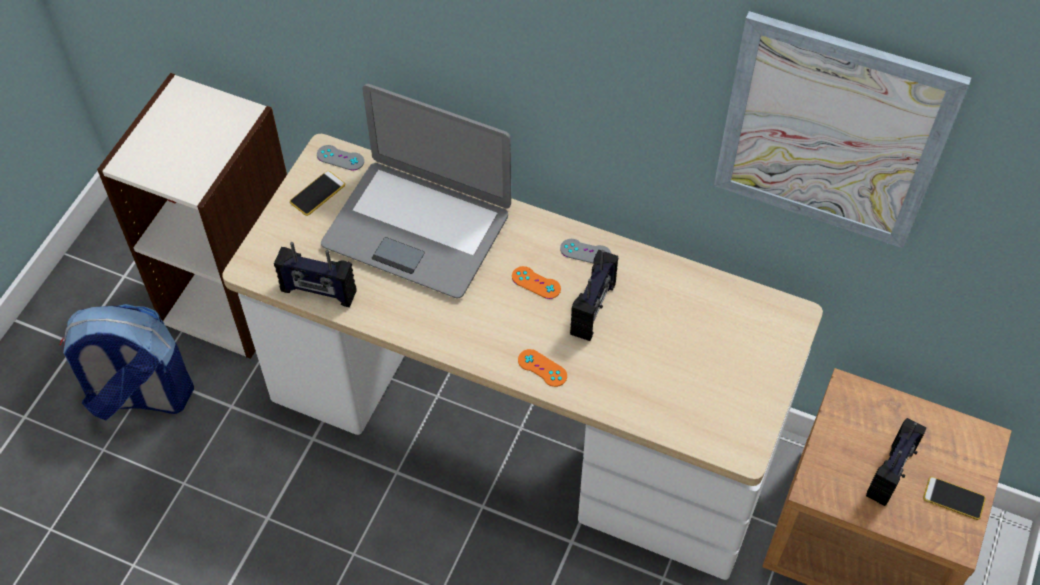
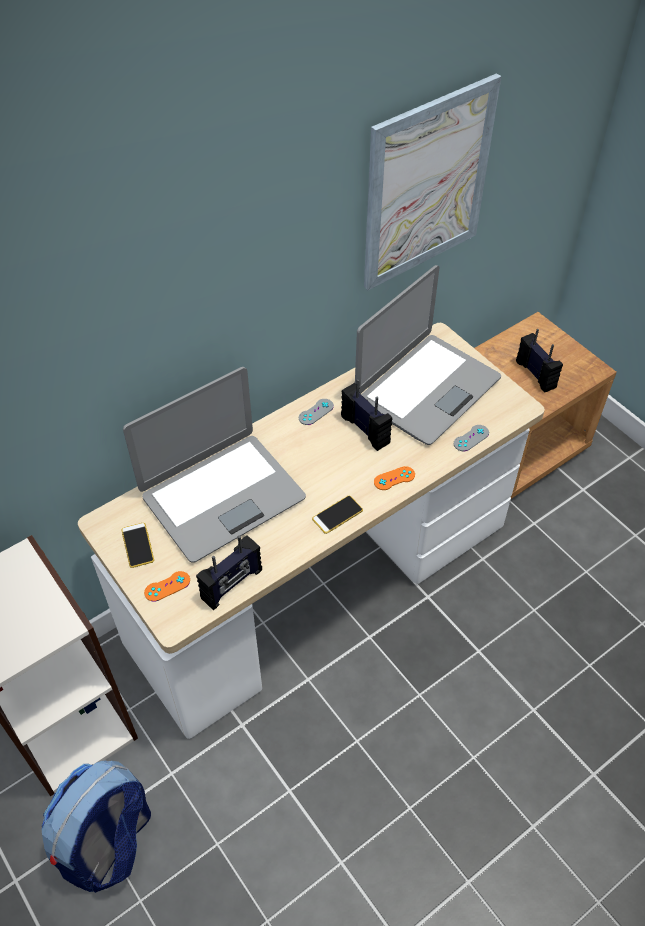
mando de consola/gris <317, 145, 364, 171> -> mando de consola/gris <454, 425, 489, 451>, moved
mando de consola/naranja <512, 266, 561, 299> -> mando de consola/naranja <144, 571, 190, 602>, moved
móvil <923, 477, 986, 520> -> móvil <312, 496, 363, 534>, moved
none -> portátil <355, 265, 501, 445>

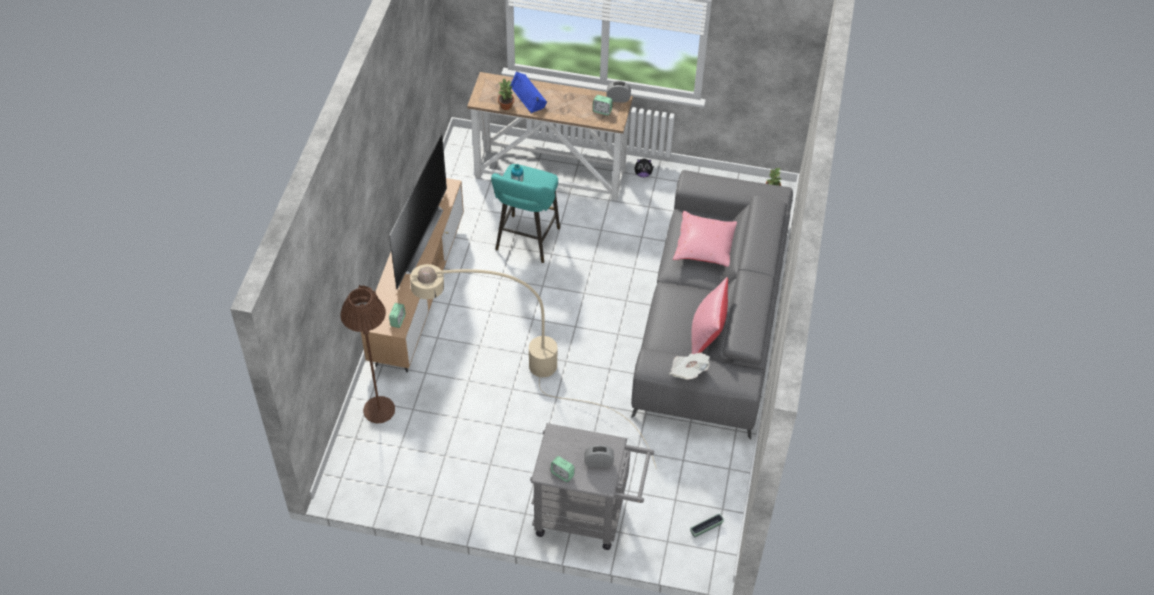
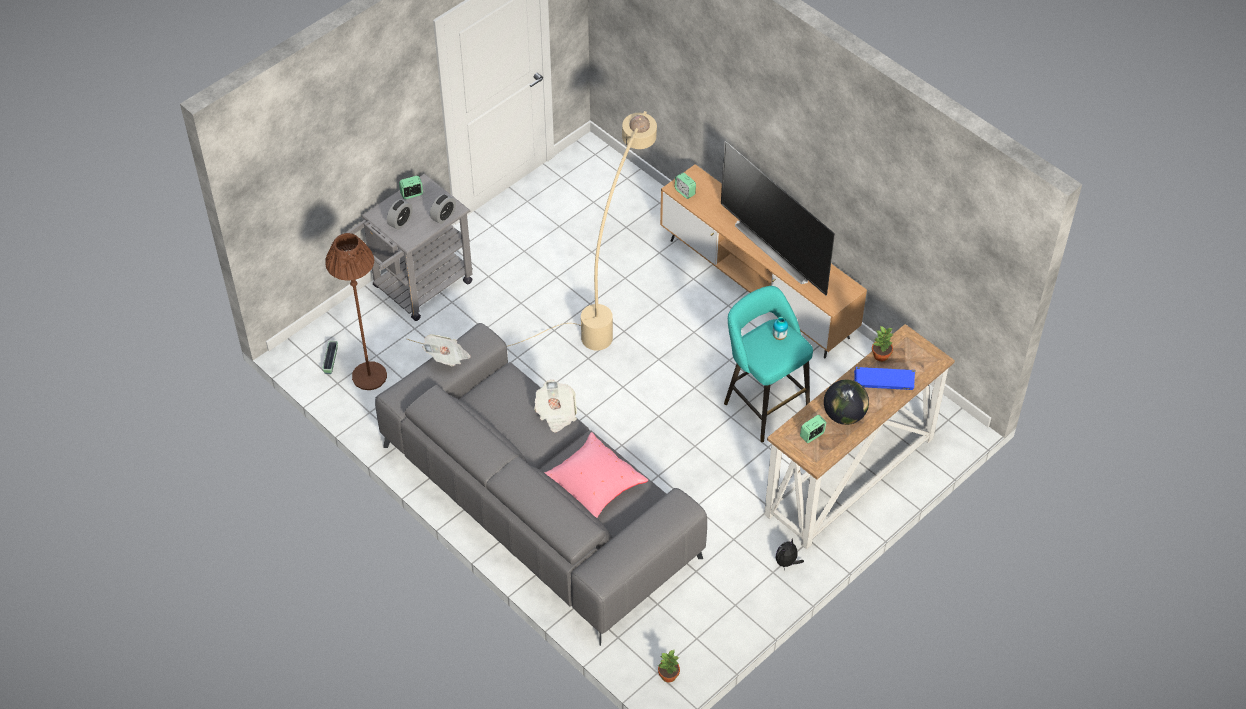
despertador <607, 81, 631, 103> -> despertador <430, 194, 456, 224>, moved
cojín/rosa <691, 277, 728, 354> -> none
lámpara de pie/marrón <341, 285, 395, 424> -> lámpara de pie/marrón <325, 233, 387, 390>, moved
none -> periódico <534, 380, 577, 433>
none -> globo terráqueo <824, 380, 869, 425>

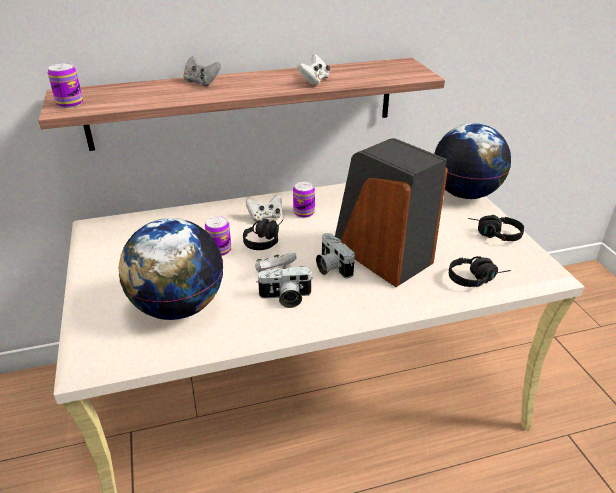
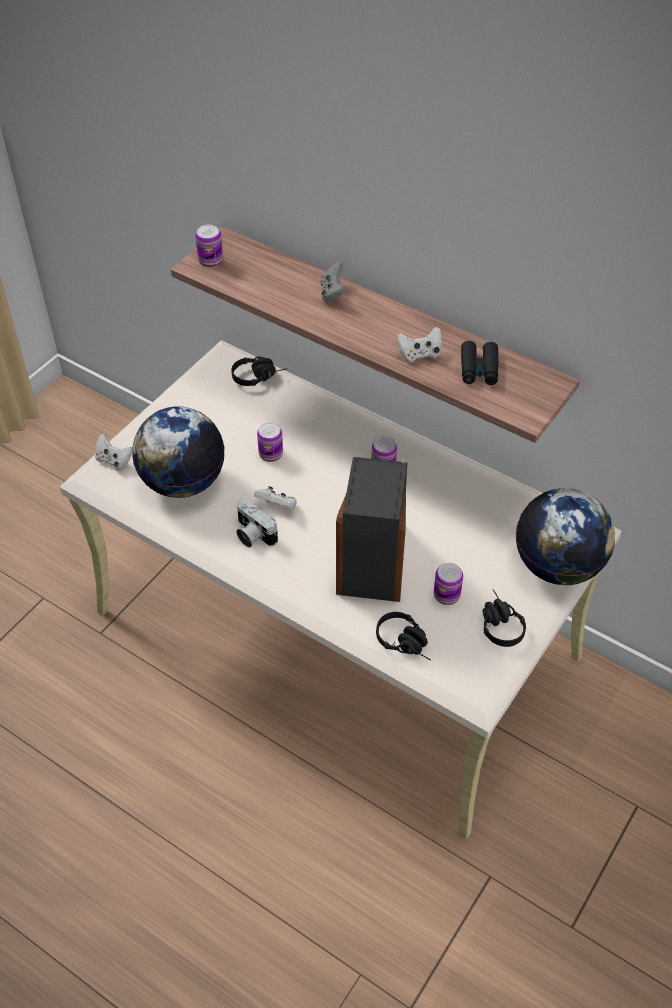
mando de consola/blanco <246, 194, 282, 222> -> mando de consola/blanco <95, 433, 133, 471>, moved
auriculares/negro <243, 219, 284, 250> -> auriculares/negro <231, 356, 287, 386>, moved
cámara <316, 233, 355, 278> -> none
none -> prismáticos/negro <461, 341, 498, 385>
none -> lata <434, 563, 463, 605>

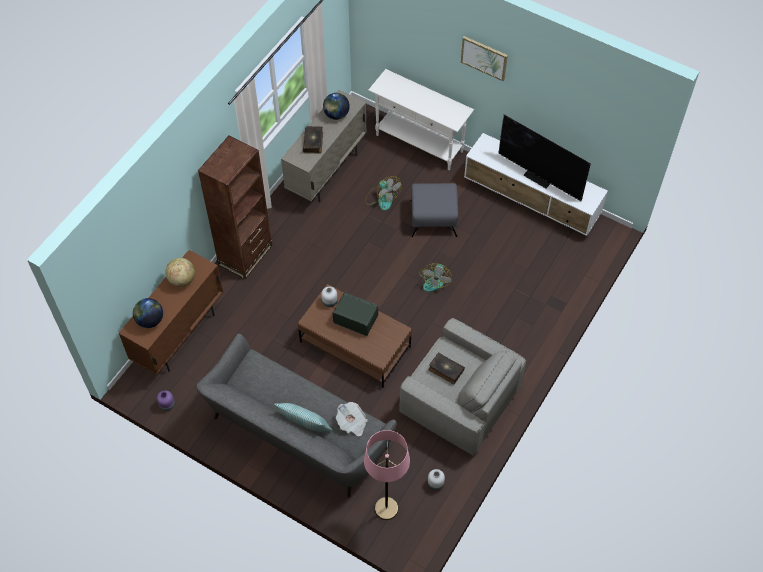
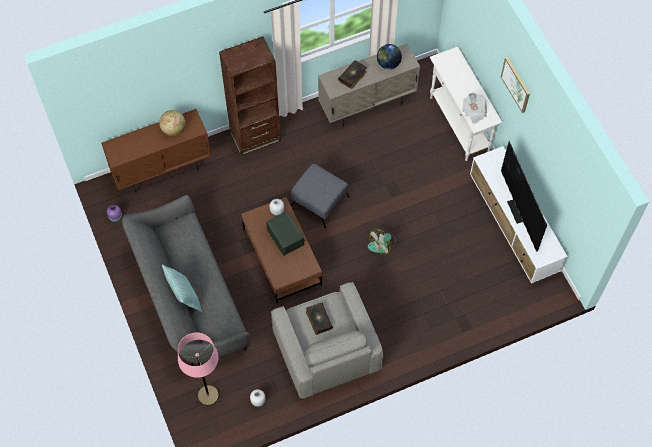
ventilador <365, 176, 402, 211> -> none
puf/gris <410, 183, 458, 237> -> puf/gris <291, 163, 350, 228>, moved
globo terráqueo <133, 298, 163, 328> -> none
periódico <336, 402, 368, 436> -> periódico <462, 92, 487, 124>, moved

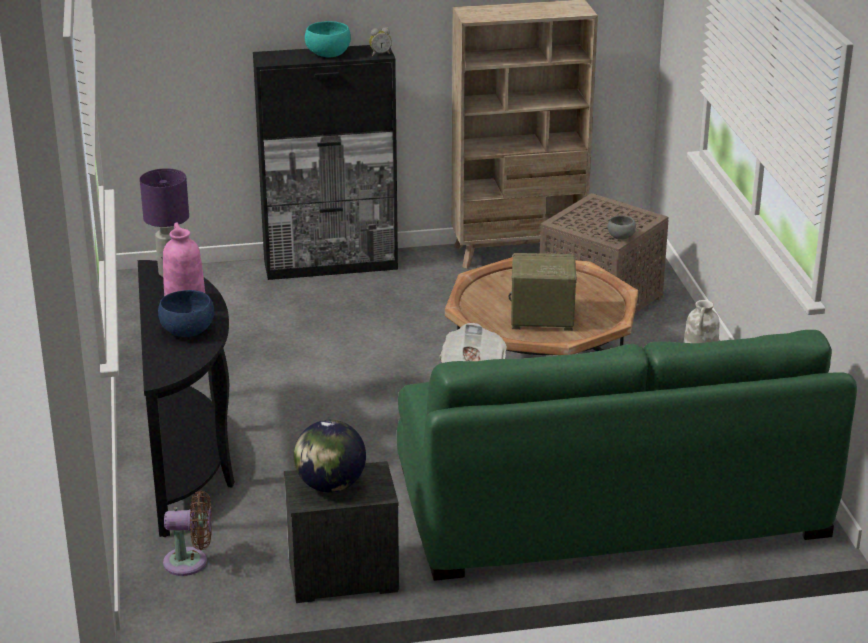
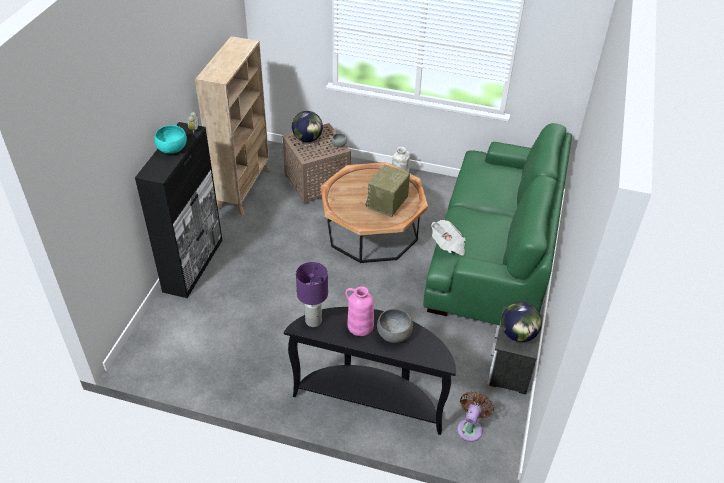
cuenco/azul <158, 290, 214, 337> -> cuenco/gris <377, 309, 413, 343>
none -> globo terráqueo <292, 111, 323, 142>

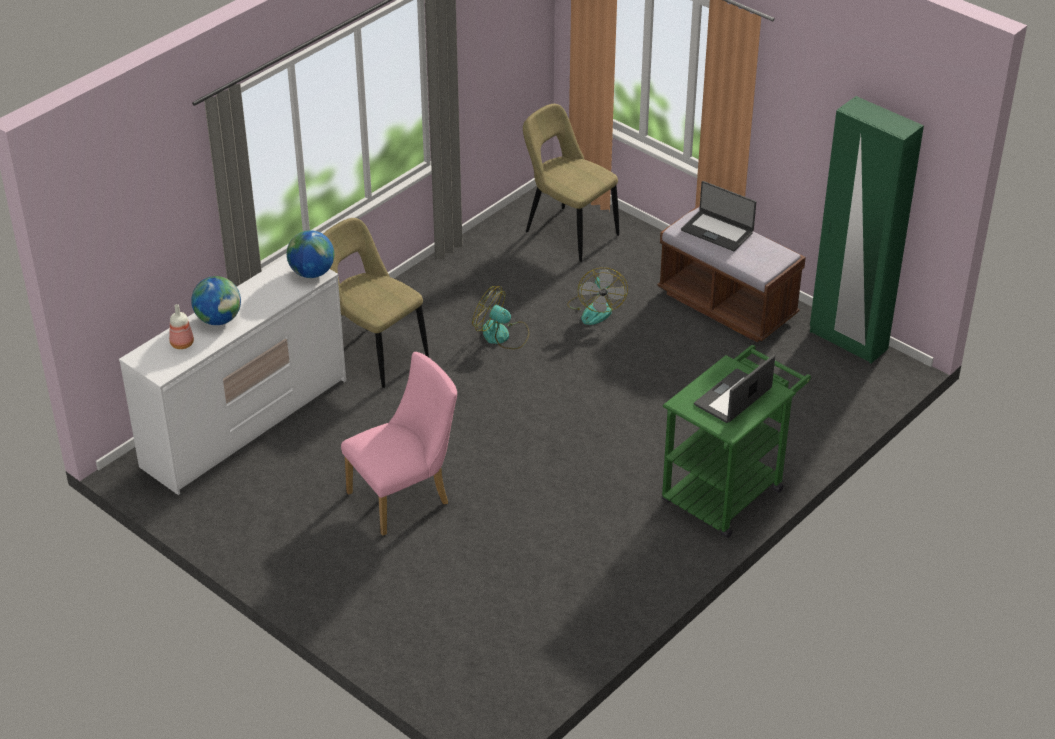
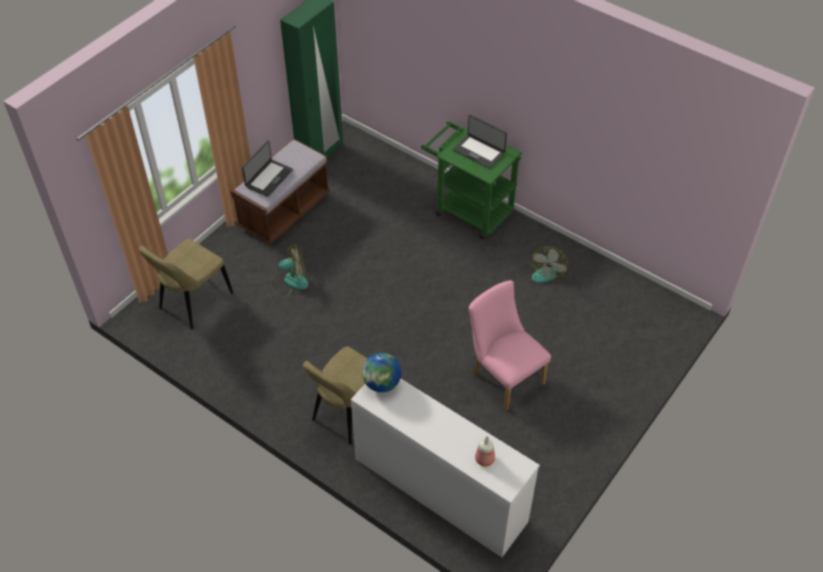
globo terráqueo <191, 276, 241, 325> -> none
ventilador <472, 286, 529, 349> -> ventilador <529, 246, 568, 283>, moved

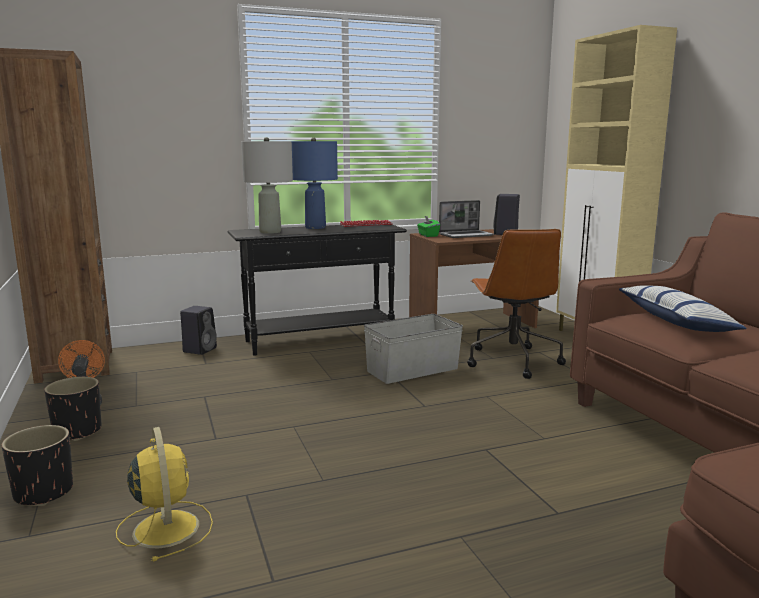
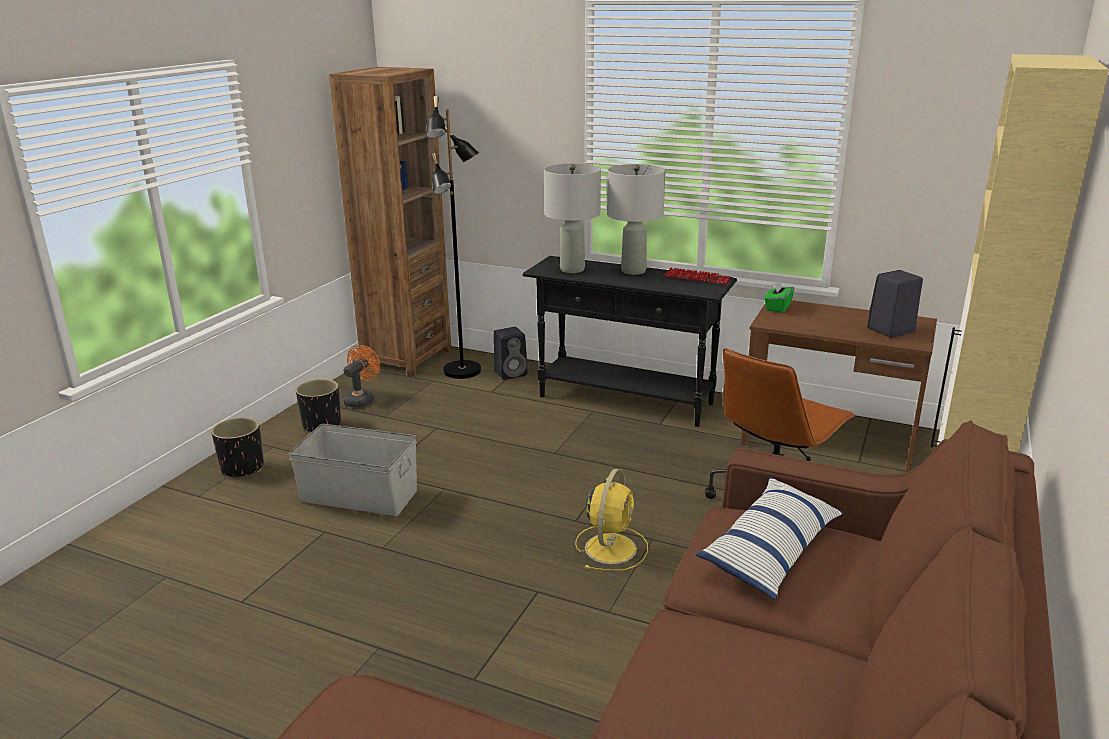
lámpara de mesa/azul <292, 137, 338, 229> -> lámpara de mesa/gris <607, 164, 665, 275>
portátil <439, 200, 494, 238> -> none
caja de almacenaje/gris <364, 314, 463, 384> -> caja de almacenaje/gris <289, 424, 417, 516>, moved
ventilador/amarillo <116, 427, 213, 562> -> ventilador/amarillo <575, 468, 648, 571>, moved
none -> lámpara de pie/negro <426, 96, 481, 379>

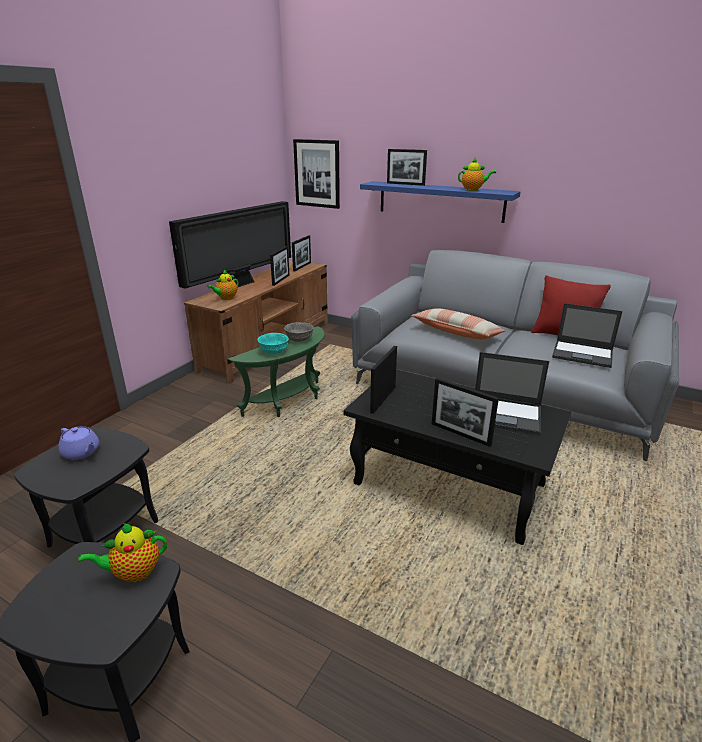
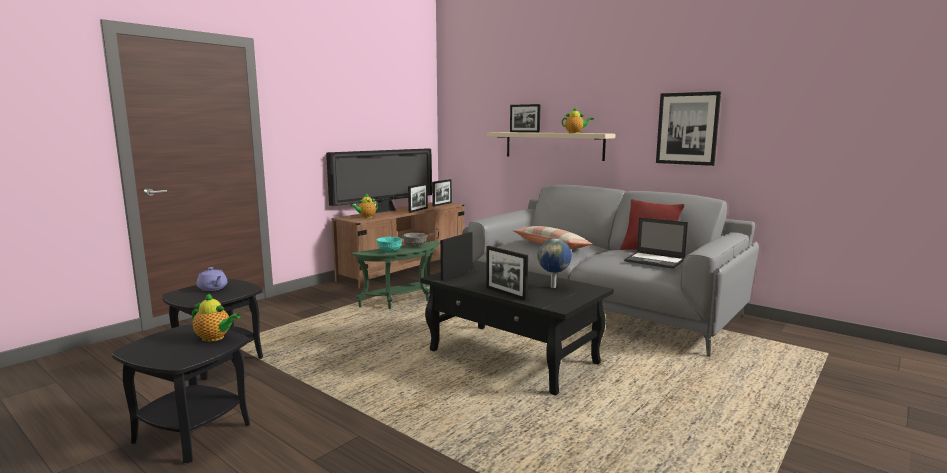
cuadro <293, 139, 340, 209> -> cuadro <656, 91, 721, 166>, moved
estante/azul <360, 181, 521, 223> -> estante/beis <487, 132, 616, 161>
portátil <475, 352, 549, 435> -> globo terráqueo <537, 239, 572, 288>
tetera <78, 523, 167, 582> -> tetera <192, 293, 241, 342>, 150 degrees counterclockwise

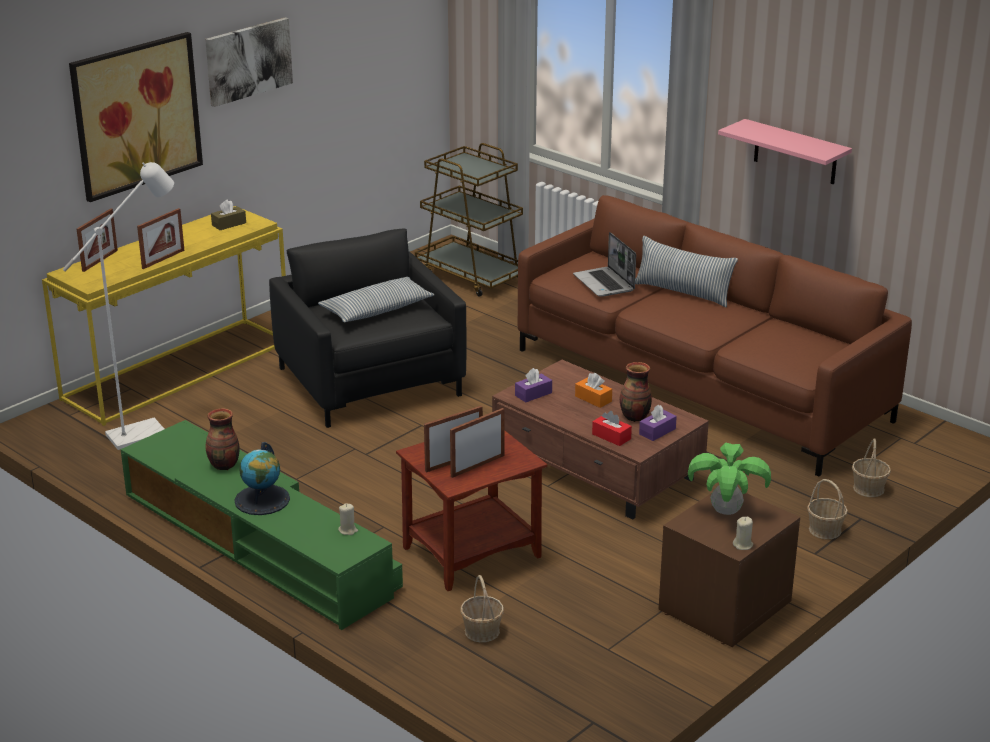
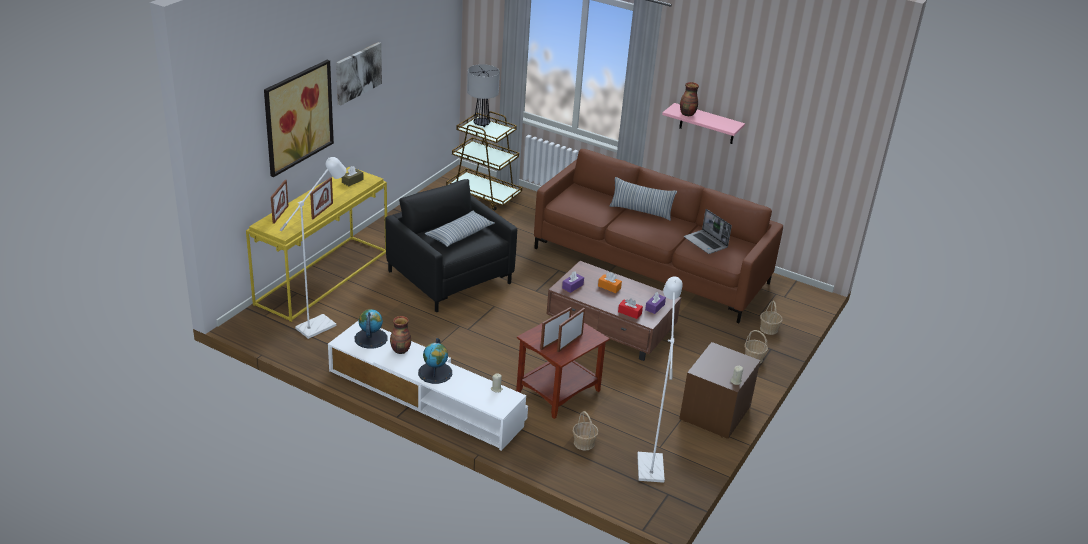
portátil <573, 232, 636, 297> -> portátil <684, 209, 732, 254>, moved
florero <620, 362, 652, 422> -> florero <680, 82, 699, 117>, moved
mueble de televisión/verde <121, 420, 403, 630> -> mueble de televisión/blanco <328, 321, 528, 451>
planta en maceta <688, 443, 771, 515> -> none
none -> lámpara de mesa <467, 64, 500, 127>
none -> lámpara de pie/blanco <637, 277, 683, 483>
none -> globo terráqueo <355, 309, 388, 349>

